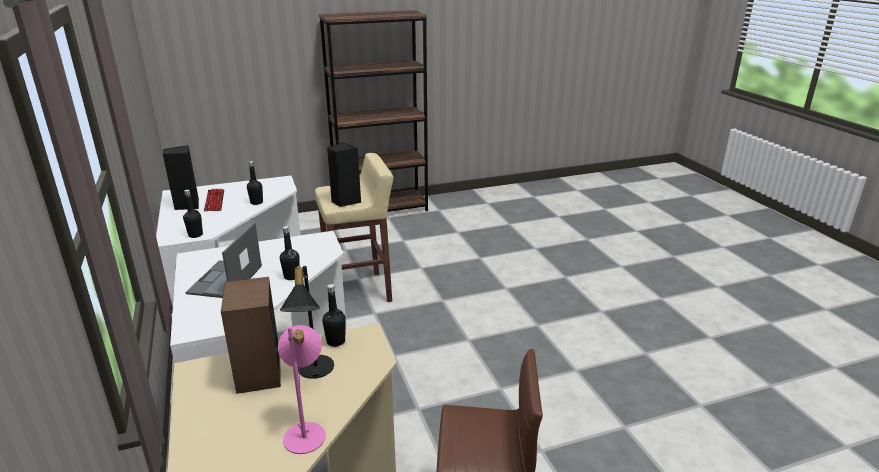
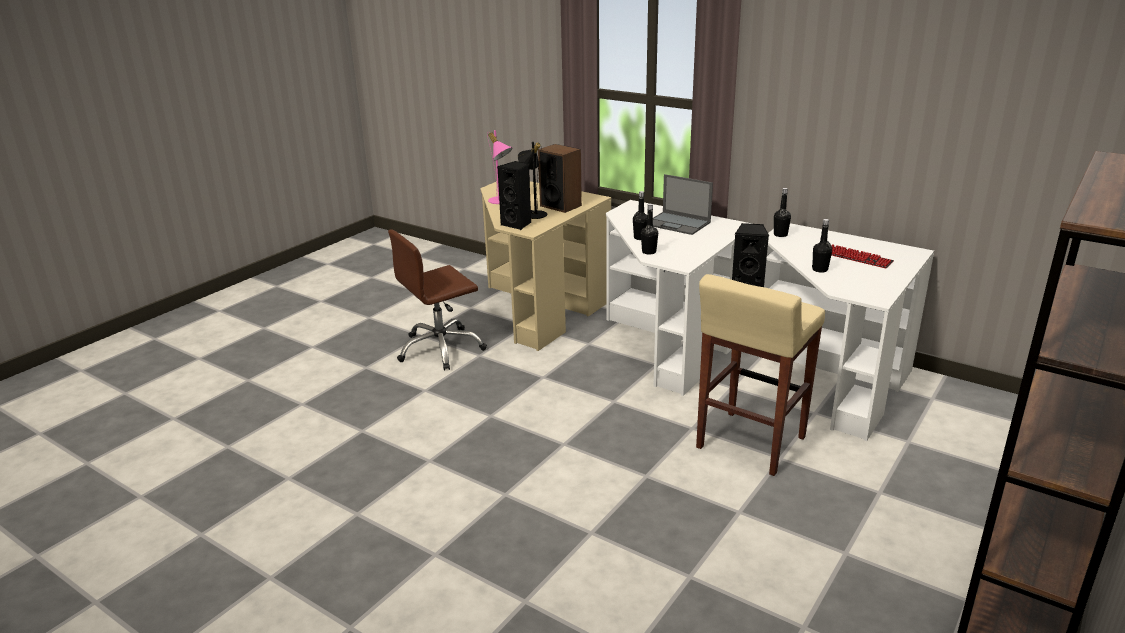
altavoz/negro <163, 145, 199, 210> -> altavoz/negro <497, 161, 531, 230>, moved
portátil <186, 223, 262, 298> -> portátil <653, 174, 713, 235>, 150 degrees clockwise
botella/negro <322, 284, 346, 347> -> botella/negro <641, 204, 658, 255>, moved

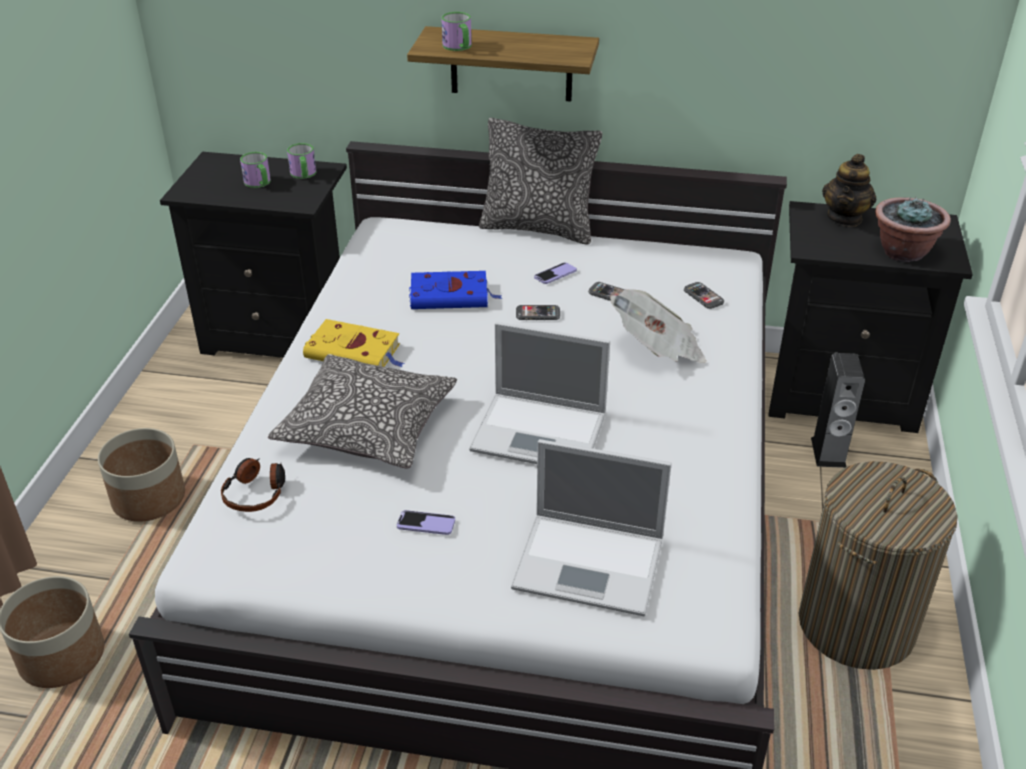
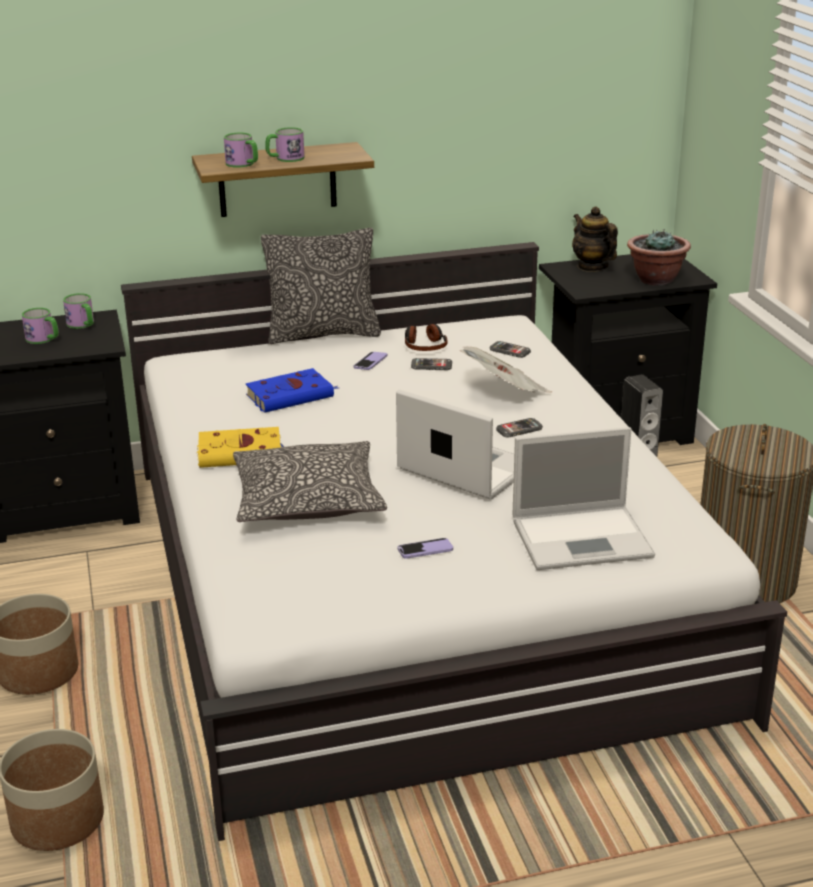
tetera <822, 154, 876, 227> -> tetera <572, 206, 618, 272>, 150 degrees clockwise
móvil <516, 305, 560, 320> -> móvil <496, 418, 543, 438>, moved
portátil <469, 322, 610, 464> -> portátil <396, 389, 514, 500>, 135 degrees counterclockwise
auriculares <221, 458, 285, 512> -> auriculares <405, 324, 447, 351>, moved
none -> taza grande <265, 127, 305, 162>

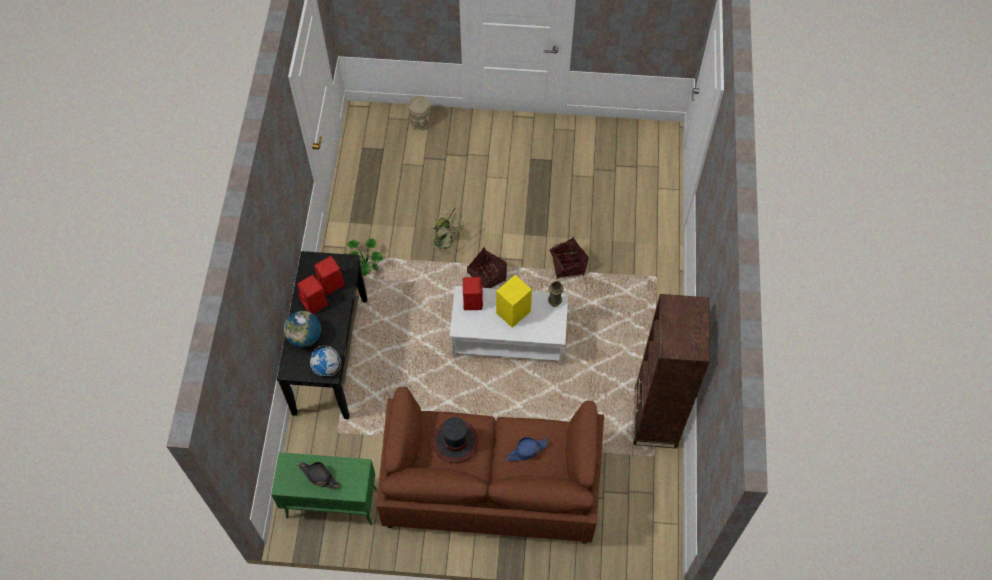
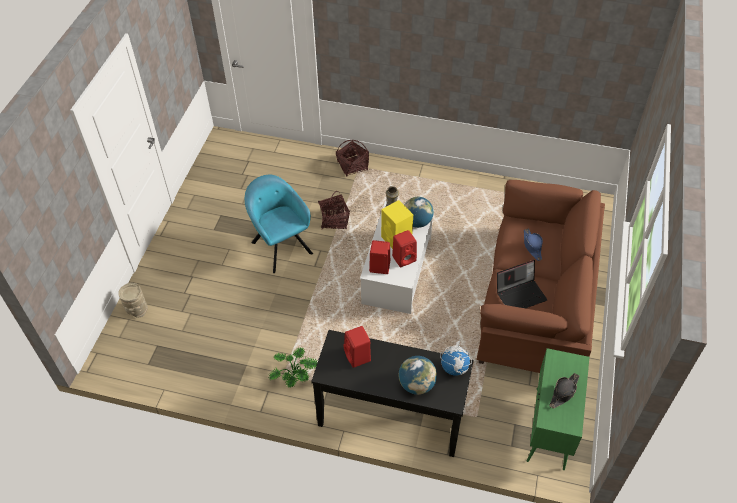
ventilador/verde <431, 208, 468, 256> -> none
cesta <467, 247, 507, 288> -> cesta <336, 140, 369, 177>, moved
altavoz/rojo <297, 275, 328, 314> -> altavoz/rojo <392, 230, 417, 267>, moved
estantería/marrón <633, 294, 710, 449> -> none
sombrero <433, 417, 479, 463> -> portátil <497, 260, 547, 308>
none -> sillón/turquesa <245, 175, 313, 273>
none -> globo terráqueo <404, 197, 434, 228>

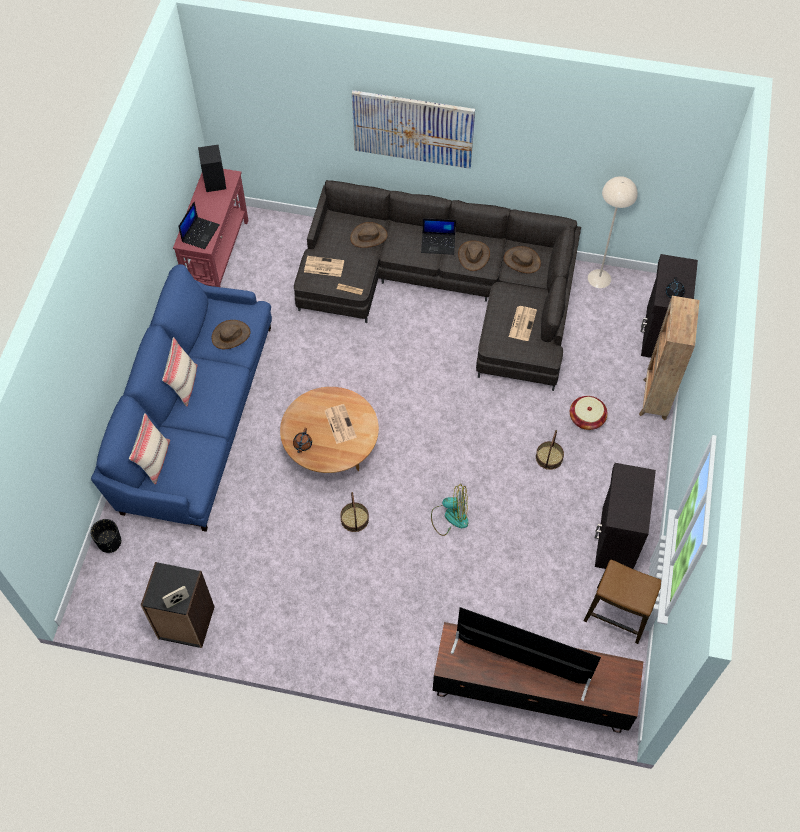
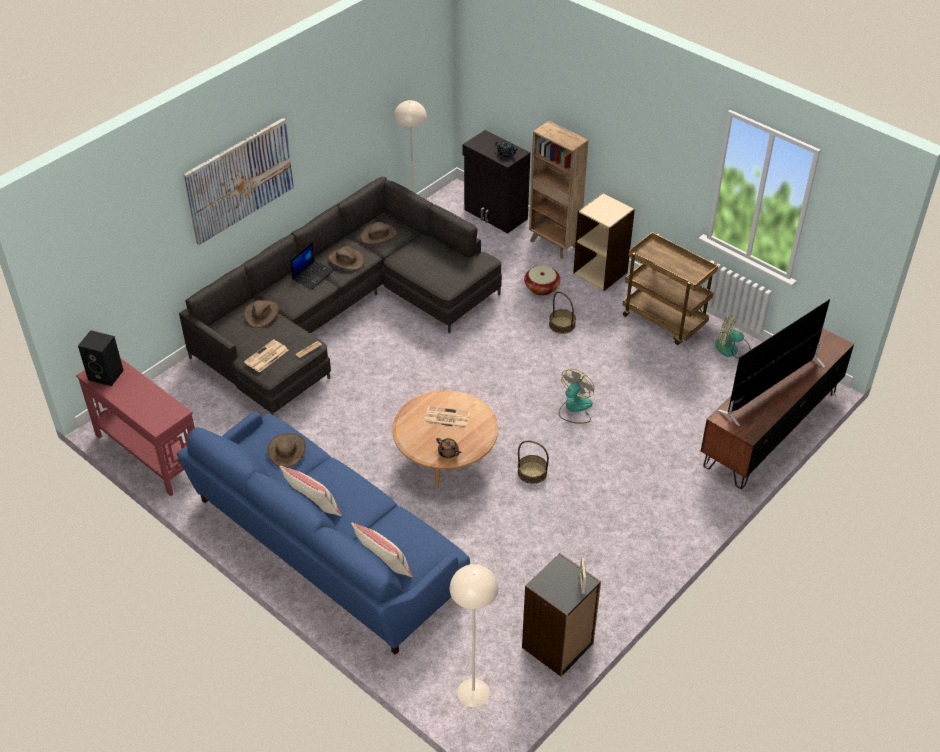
portátil <179, 202, 220, 249> -> none
periódico <509, 306, 537, 341> -> none
armario/negro <595, 463, 656, 569> -> carrito/marrón <623, 232, 718, 345>
maceta/negro <91, 519, 121, 553> -> none
taburete <584, 560, 661, 644> -> ventilador <715, 316, 751, 359>
none -> estantería/beis <573, 193, 635, 291>
none -> lámpara de pie/beis <450, 564, 498, 707>

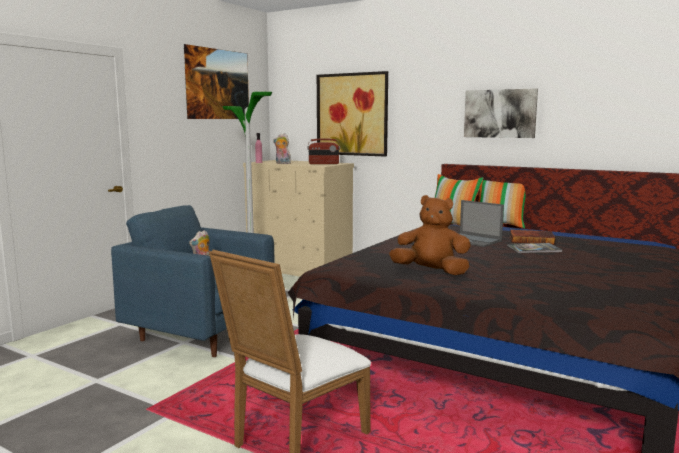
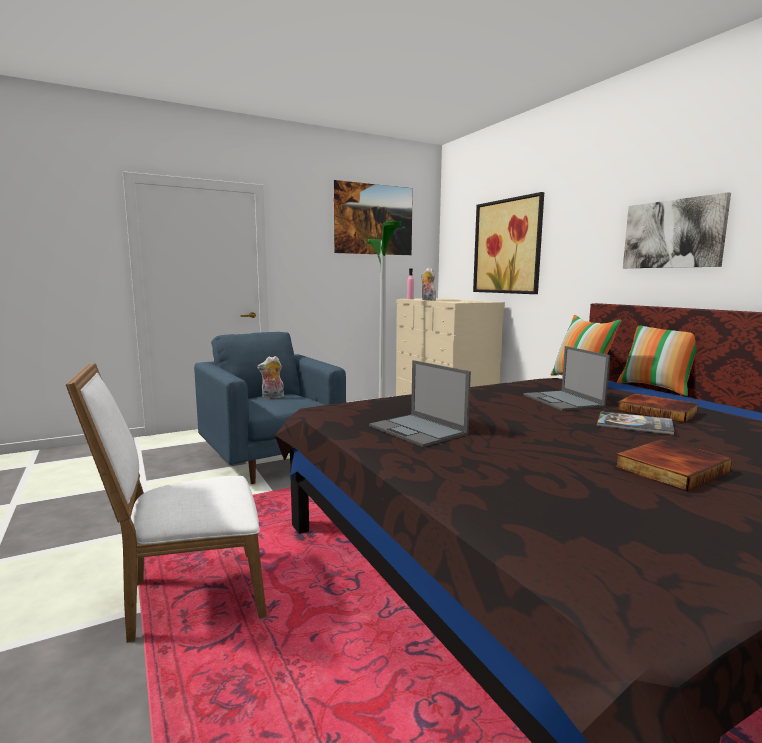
radio <308, 138, 340, 164> -> none
peluche/marrón <389, 195, 471, 275> -> portátil <369, 360, 471, 447>
none -> libro <615, 439, 732, 492>

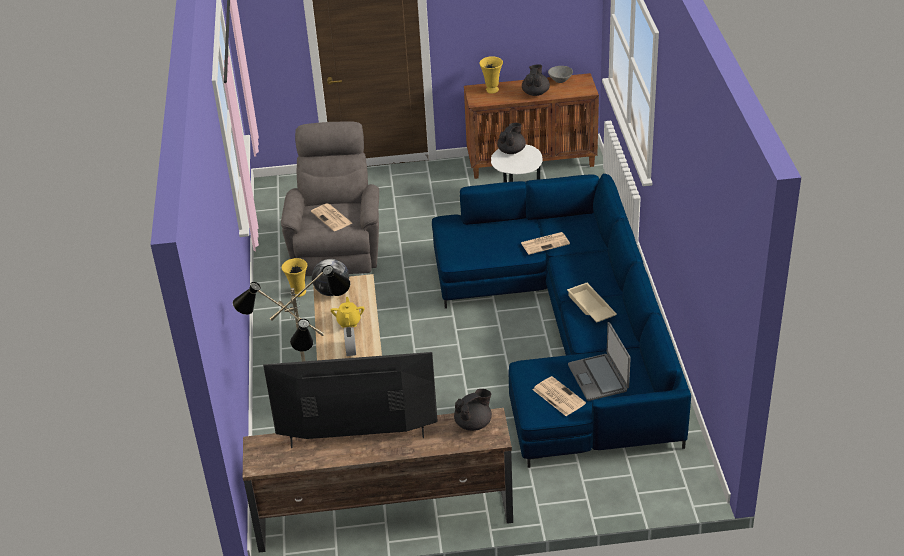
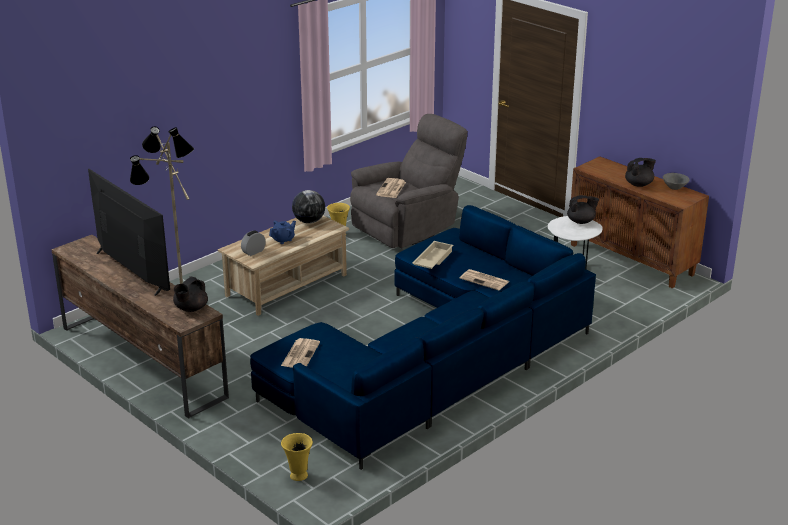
florero/amarillo <479, 56, 503, 94> -> florero/amarillo <281, 433, 313, 481>, moved
bandeja/beis <567, 283, 617, 322> -> bandeja/beis <412, 241, 454, 269>, moved
tetera/amarillo <331, 297, 364, 328> -> tetera/azul <269, 220, 296, 244>
portátil <568, 322, 631, 401> -> none
tetera/negro <454, 389, 492, 431> -> tetera/negro <173, 276, 208, 312>, 105 degrees clockwise

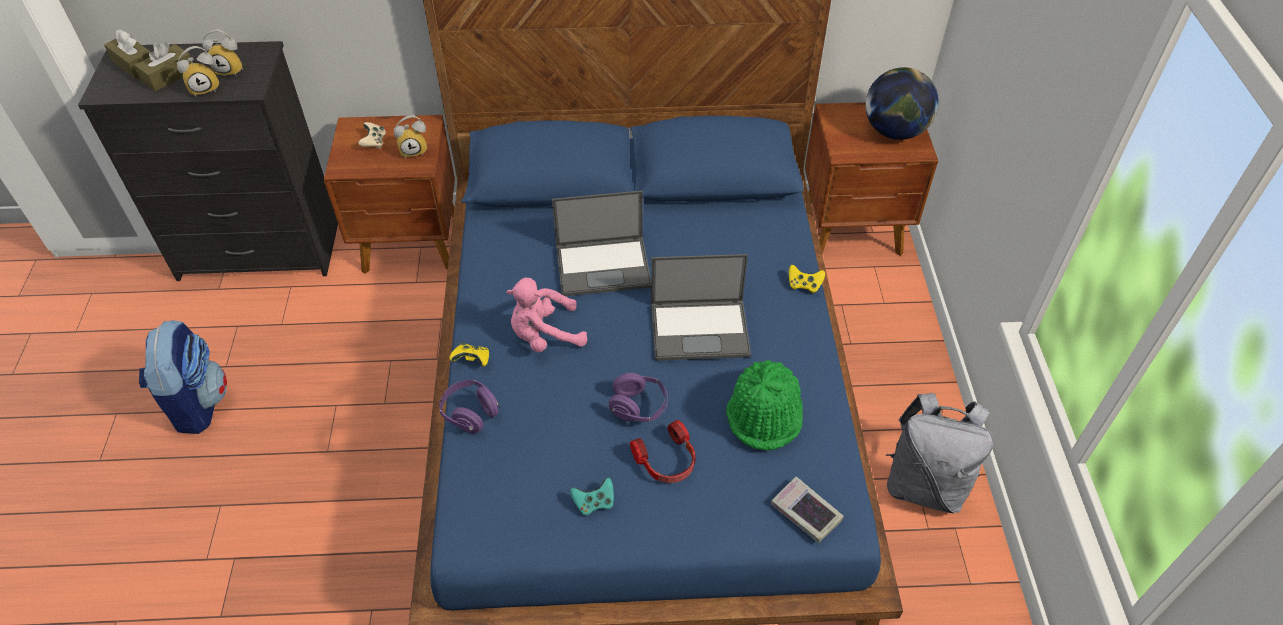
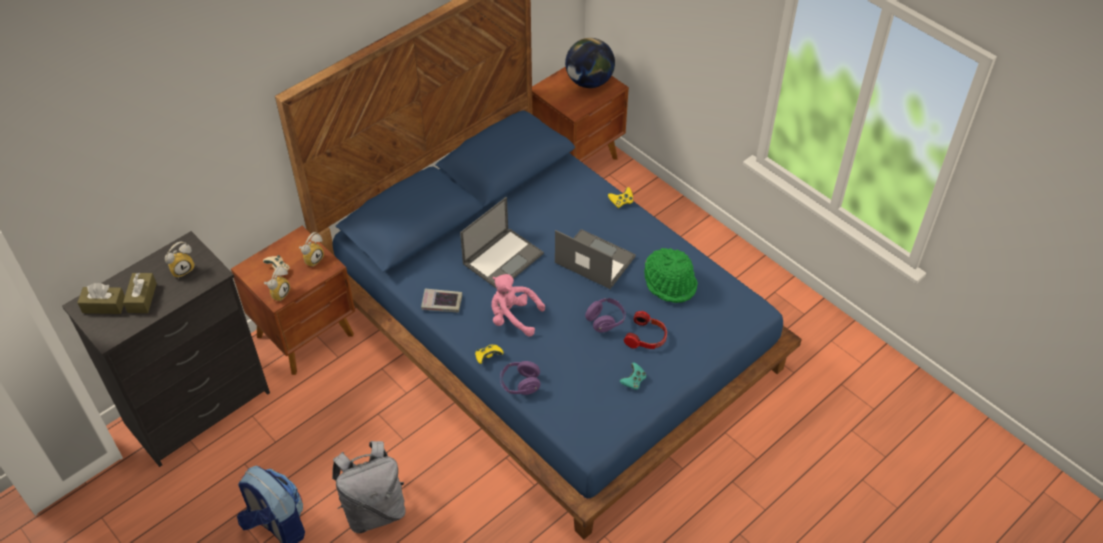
despertador <177, 46, 219, 97> -> despertador <264, 265, 290, 301>, moved
portátil <651, 254, 751, 361> -> portátil <555, 229, 636, 289>, 105 degrees counterclockwise
peluche/rosa <506, 278, 588, 352> -> peluche/rosa <491, 274, 545, 337>, 75 degrees clockwise
mochila/gris <886, 393, 994, 513> -> mochila/gris <332, 441, 406, 533>, moved
libro <771, 476, 844, 543> -> libro <421, 288, 462, 313>, moved

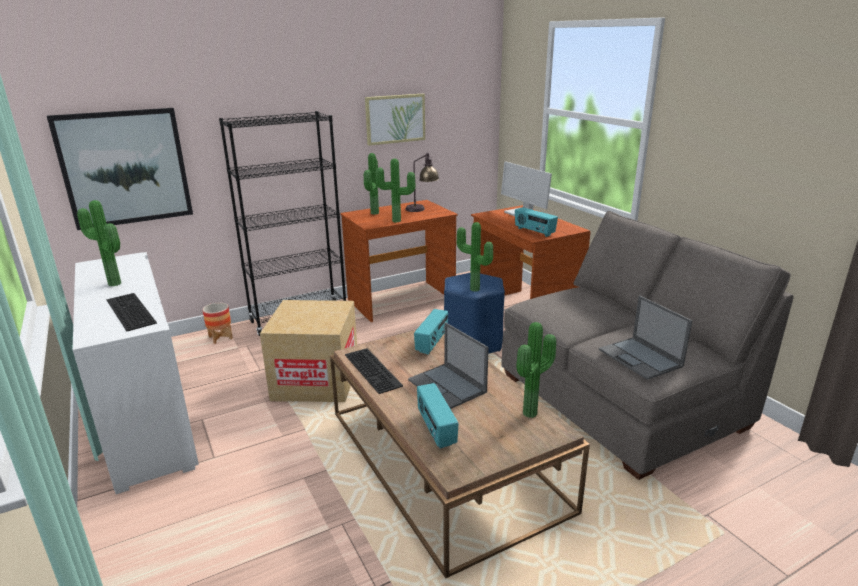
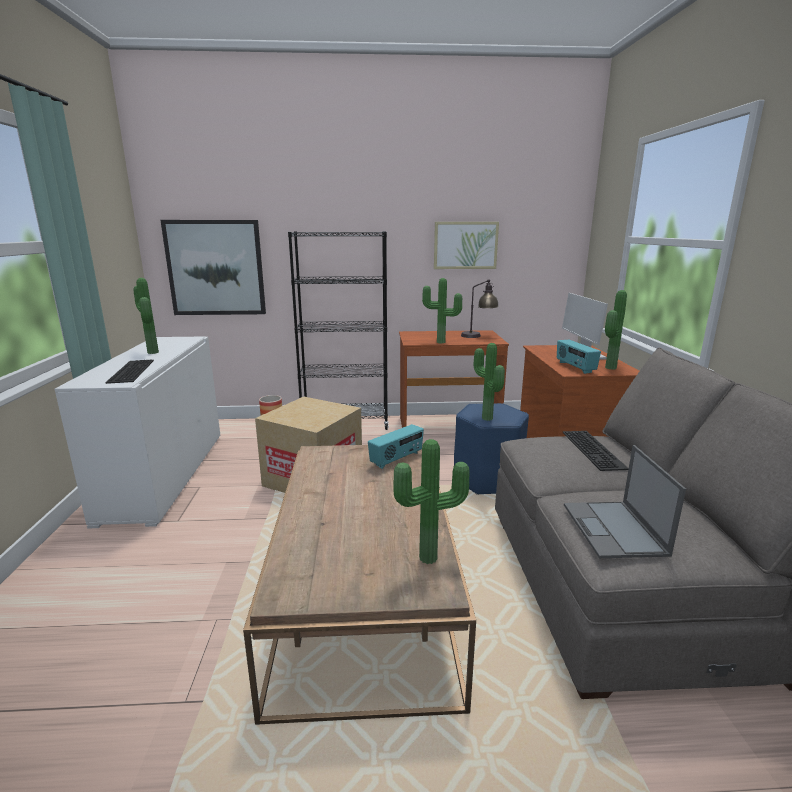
planta en maceta <364, 153, 379, 215> -> planta en maceta <605, 290, 627, 370>, moved
portátil <408, 322, 489, 409> -> none
teclado <345, 348, 403, 394> -> teclado <562, 431, 629, 471>, moved
radio <417, 383, 459, 449> -> none

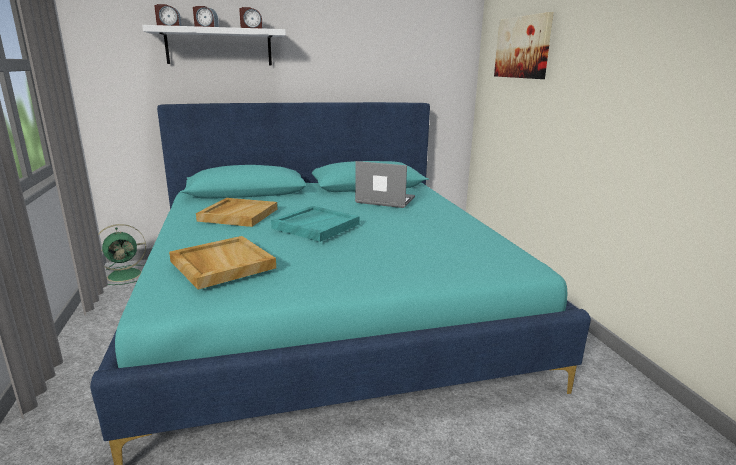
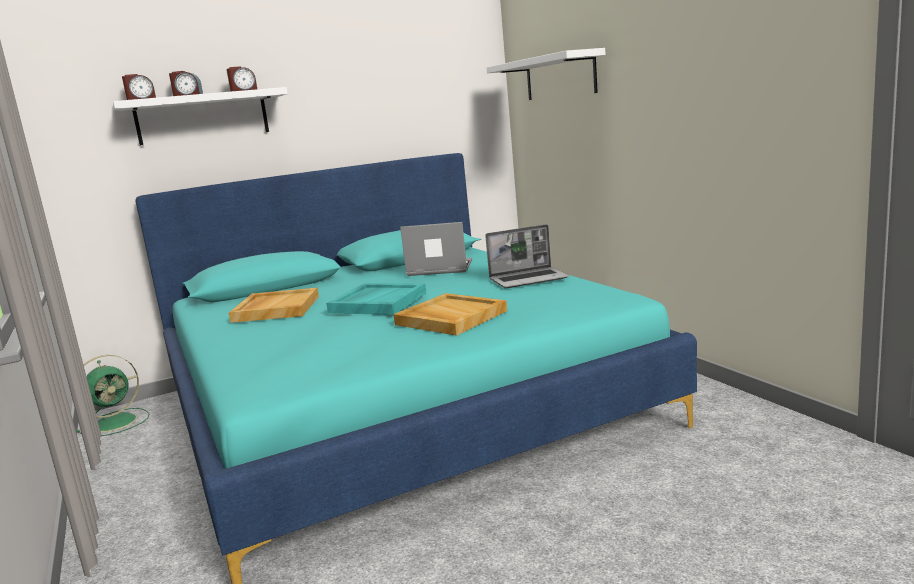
cuadro <494, 12, 554, 79> -> estante/blanco <486, 48, 605, 100>
bandeja/beis <169, 236, 276, 289> -> bandeja/beis <393, 293, 507, 336>, moved
none -> portátil <485, 224, 569, 288>

